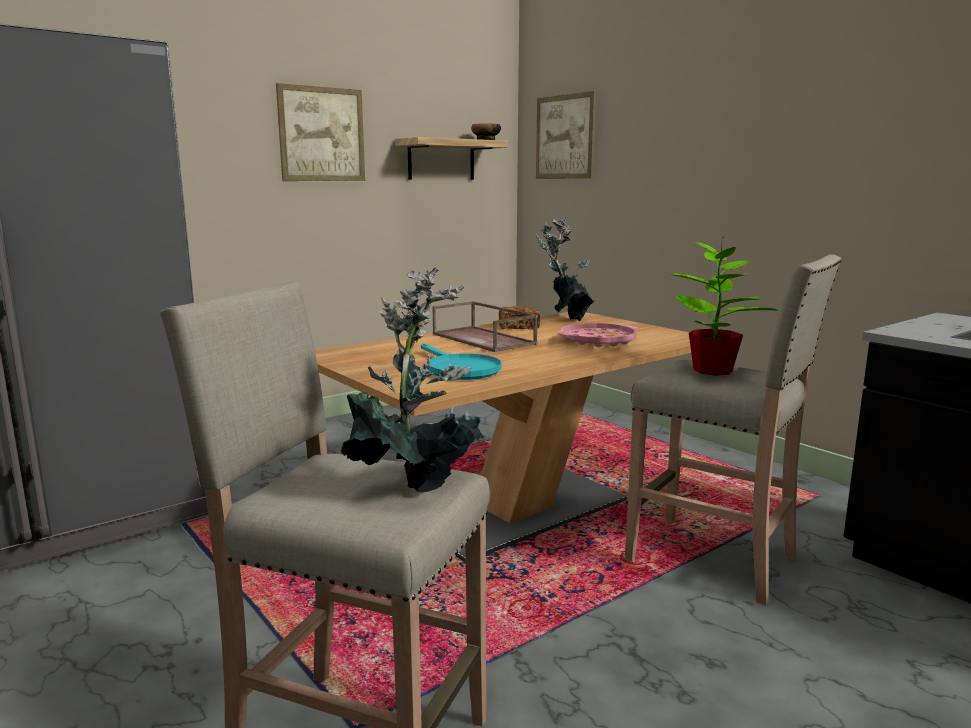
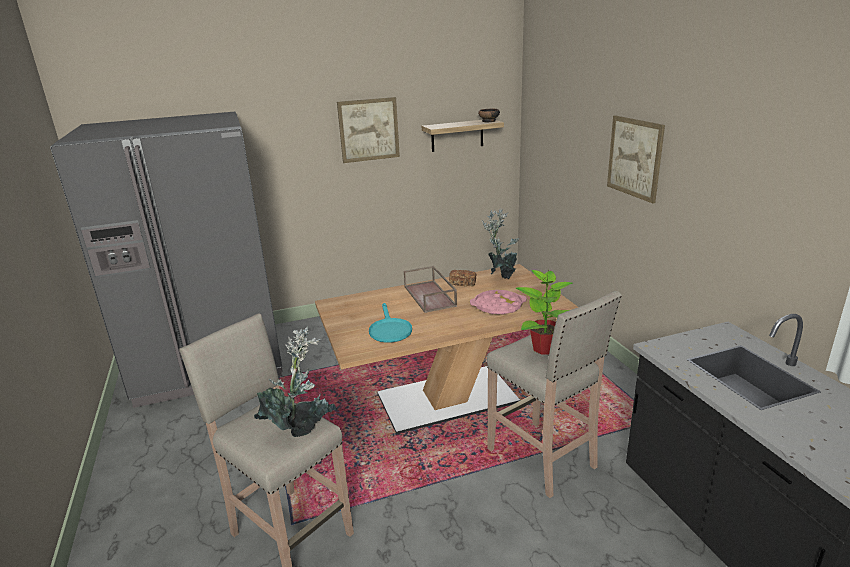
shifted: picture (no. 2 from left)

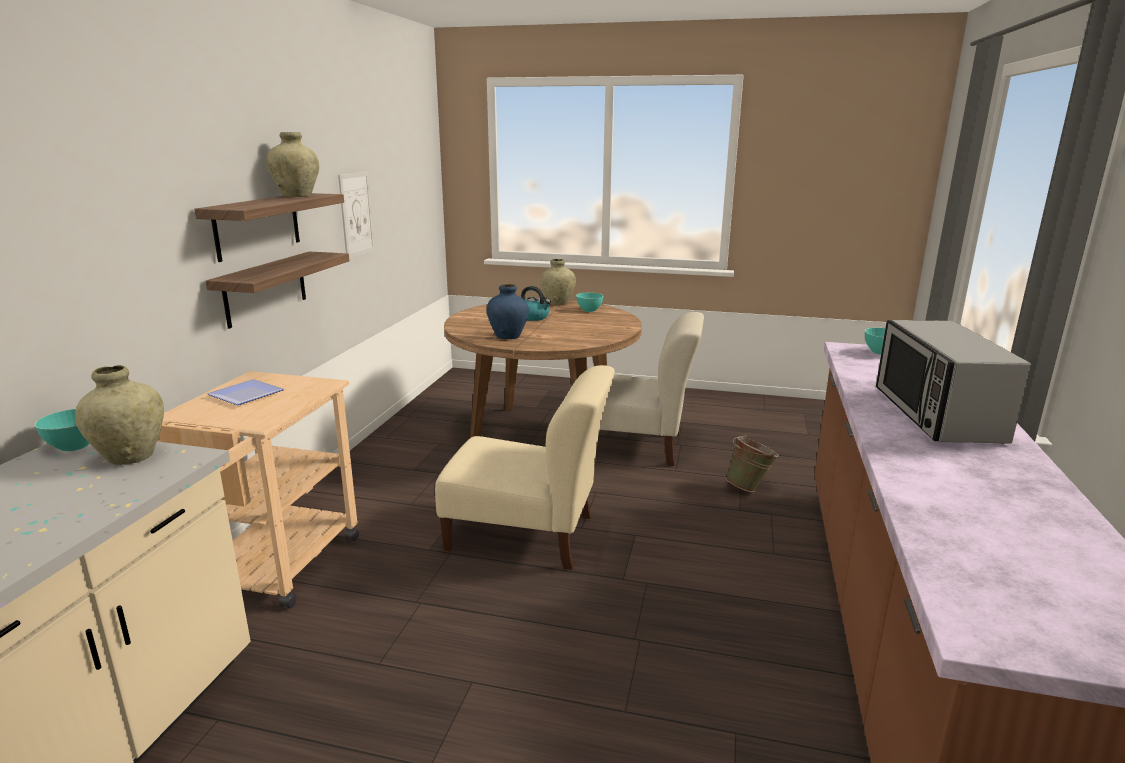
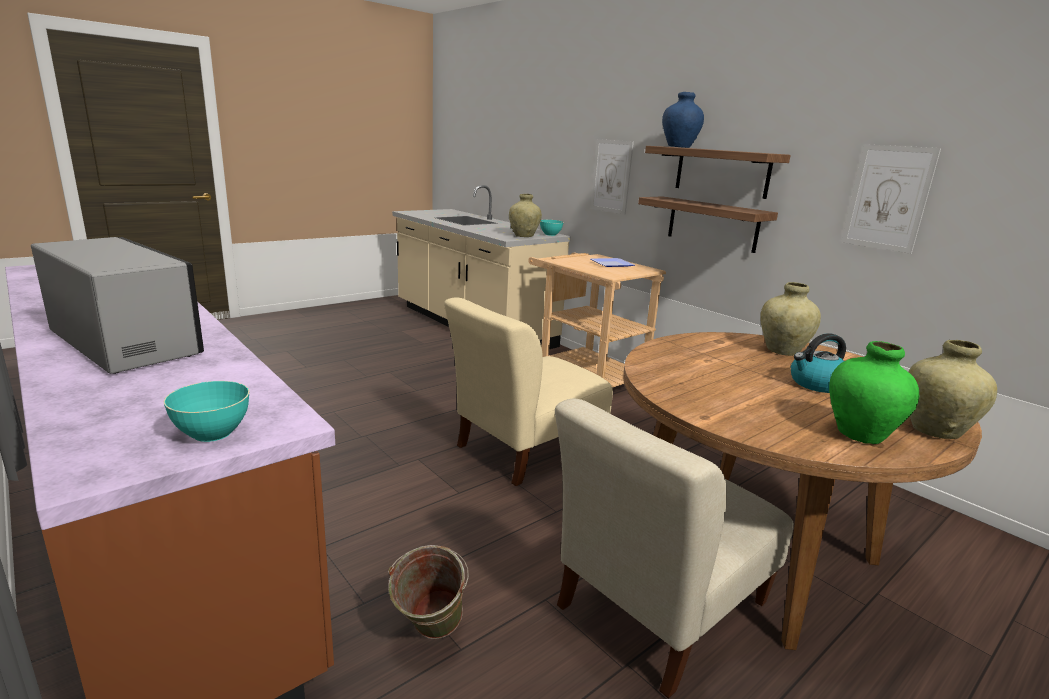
new: picture (no. 1 from left)
shifted: beige vase (no. 2 from left); blue vase
swapped: turquoise bowl (no. 2 from left) to green vase

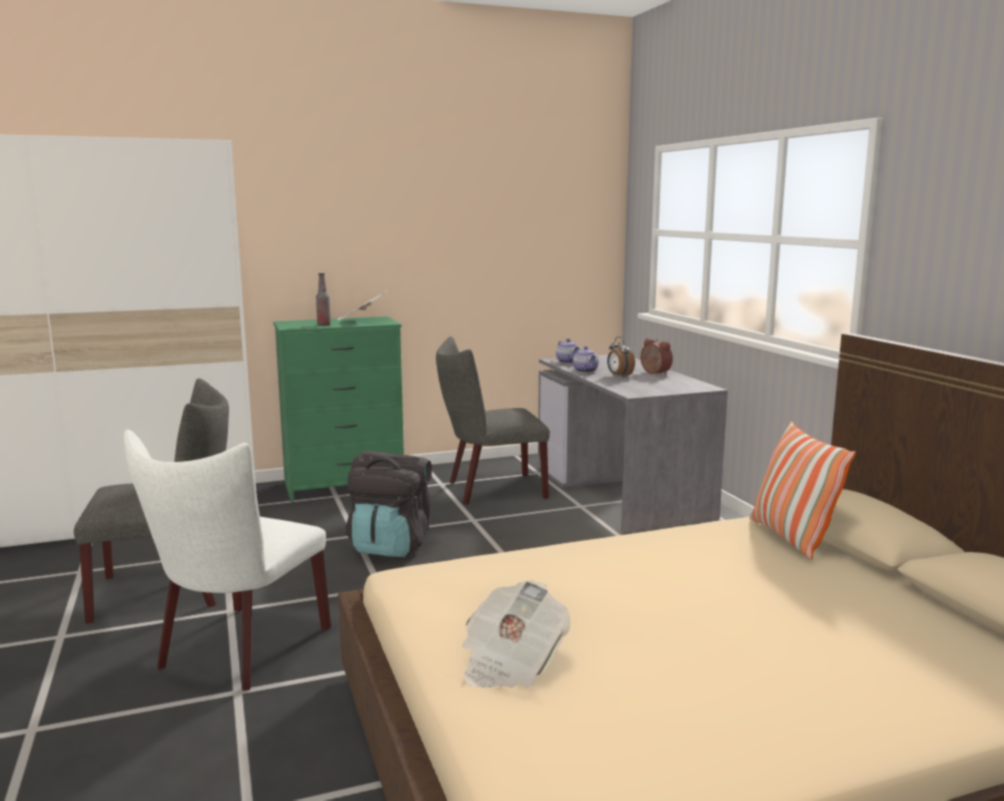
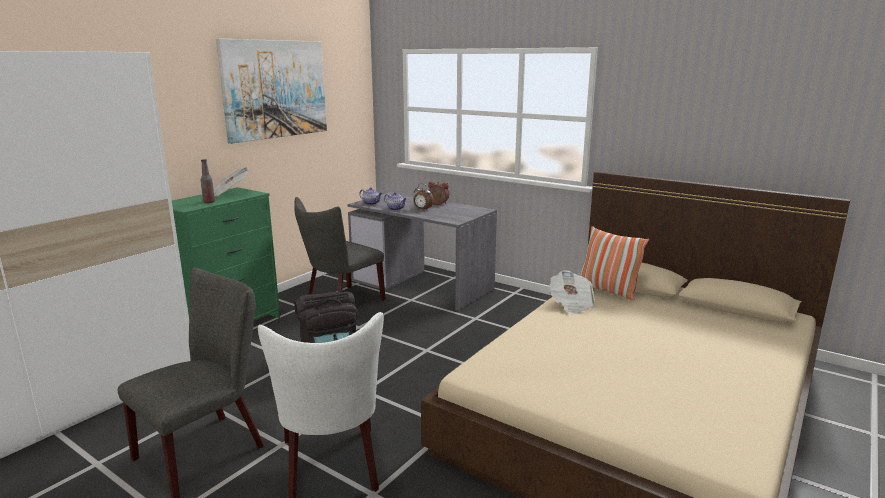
new: picture
shifted: newspaper (no. 2 from left)

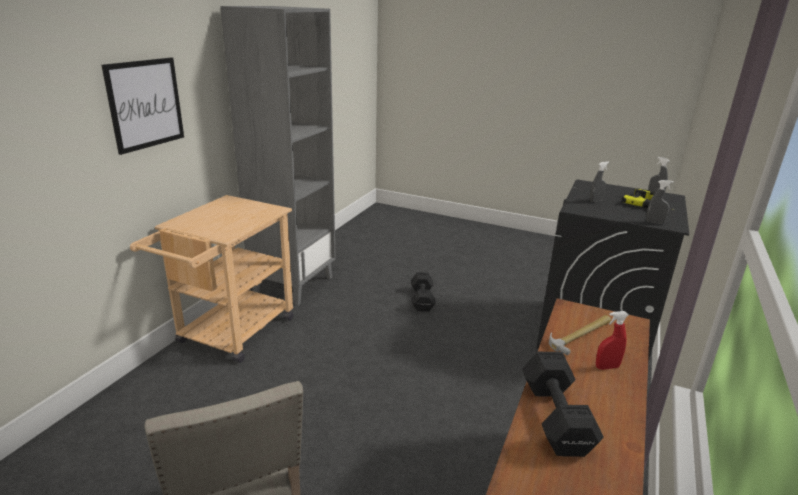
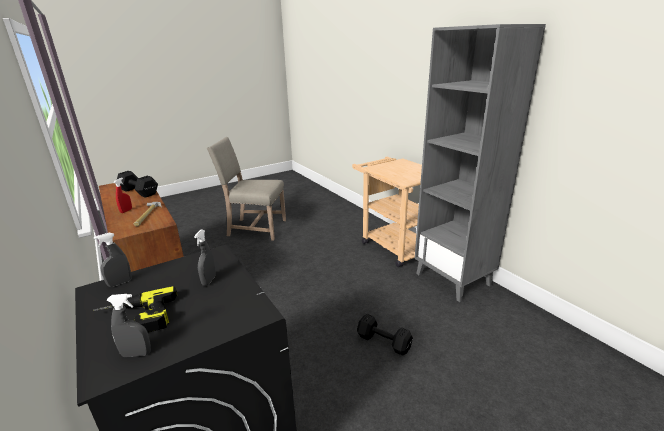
gone: picture

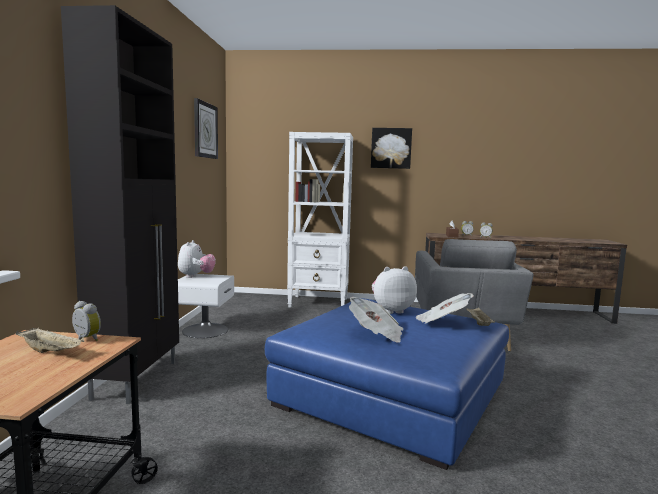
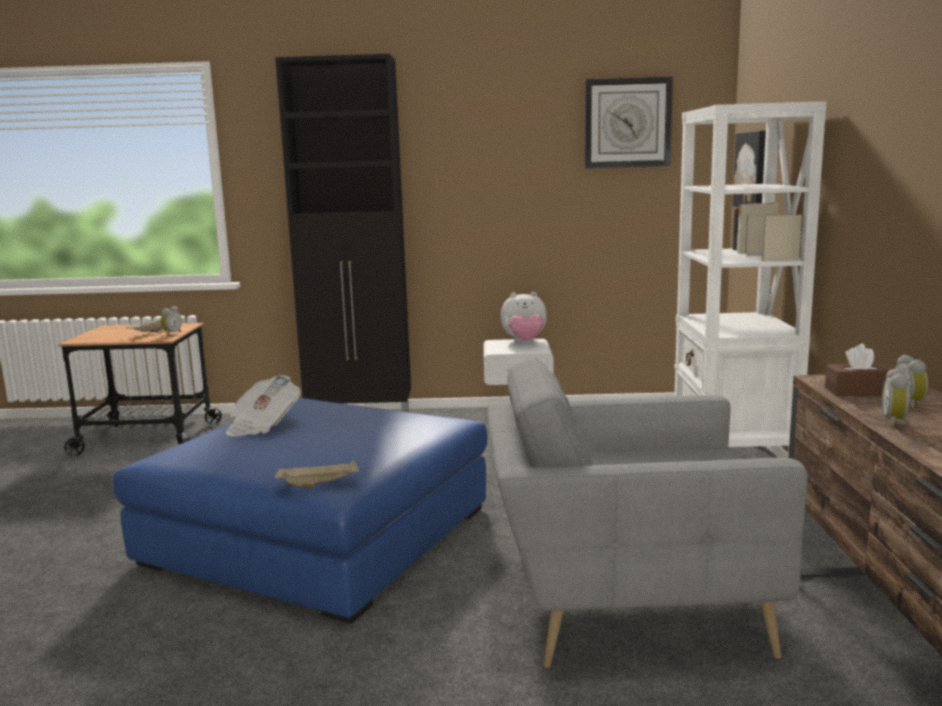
gone: plush toy (no. 2 from left); newspaper (no. 2 from left)
shifted: picture

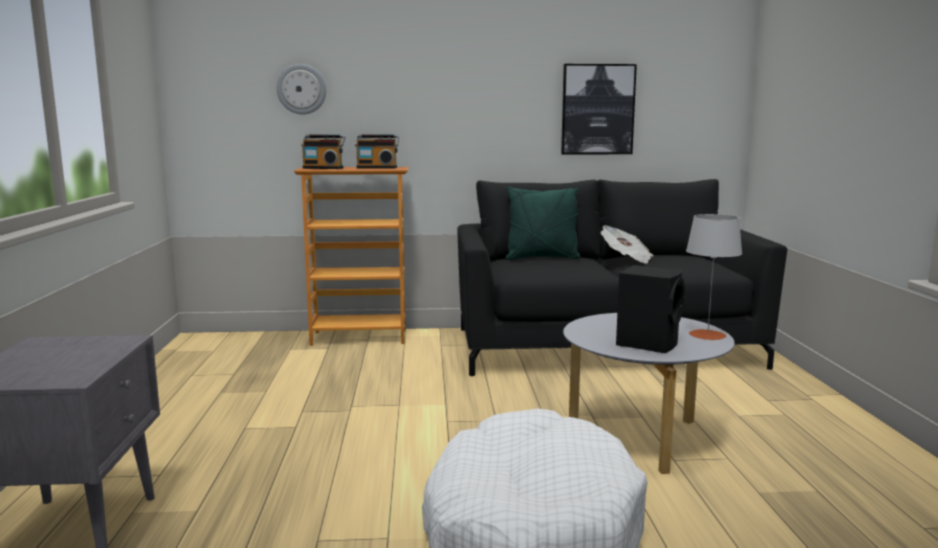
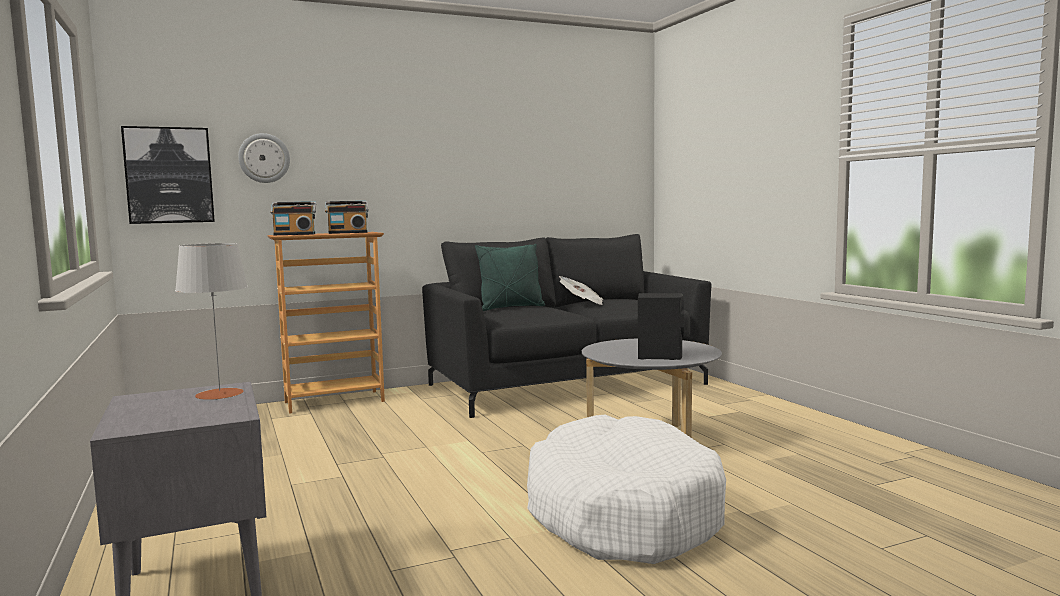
shifted: picture; grey table lamp

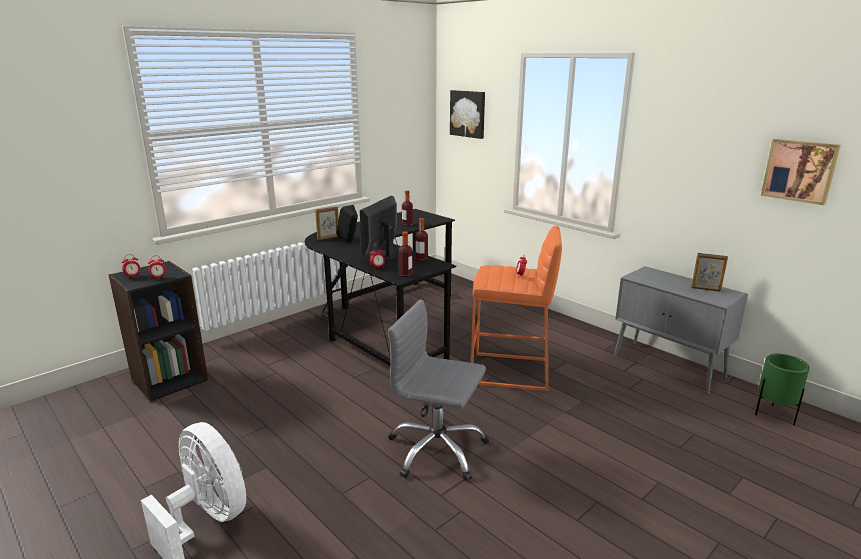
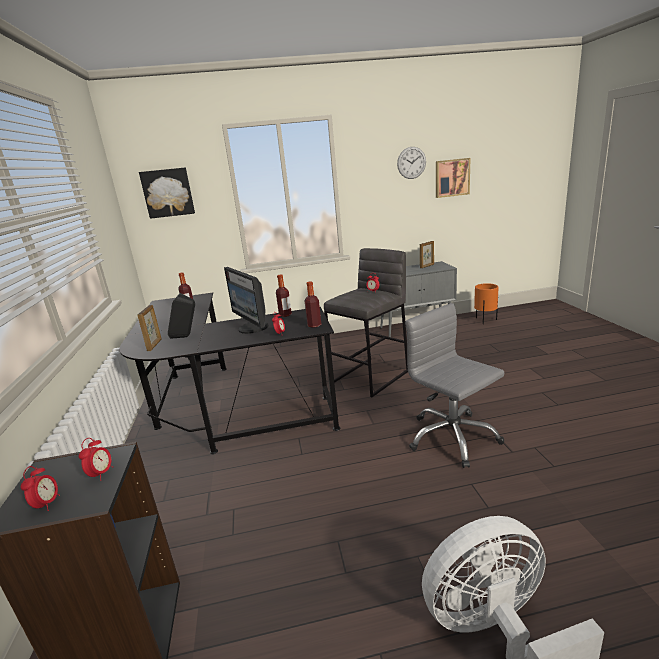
new: wall clock
repainted: orange stool to grey stool; green planter to orange planter
rotated: grey office chair 90 degrees clockwise

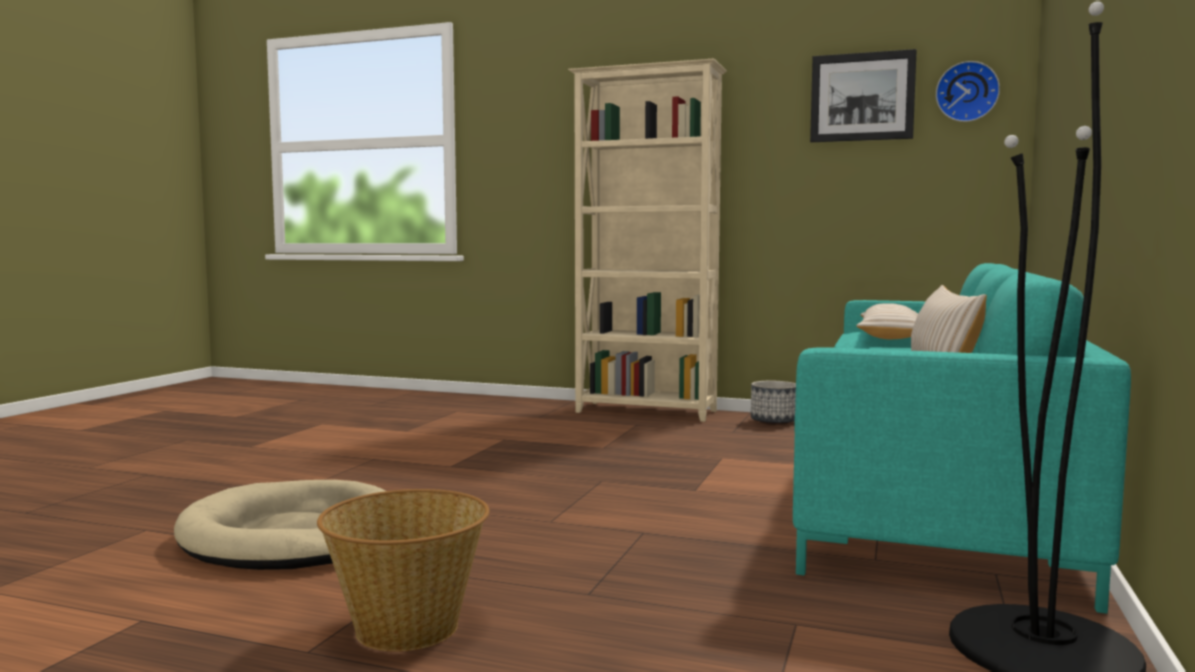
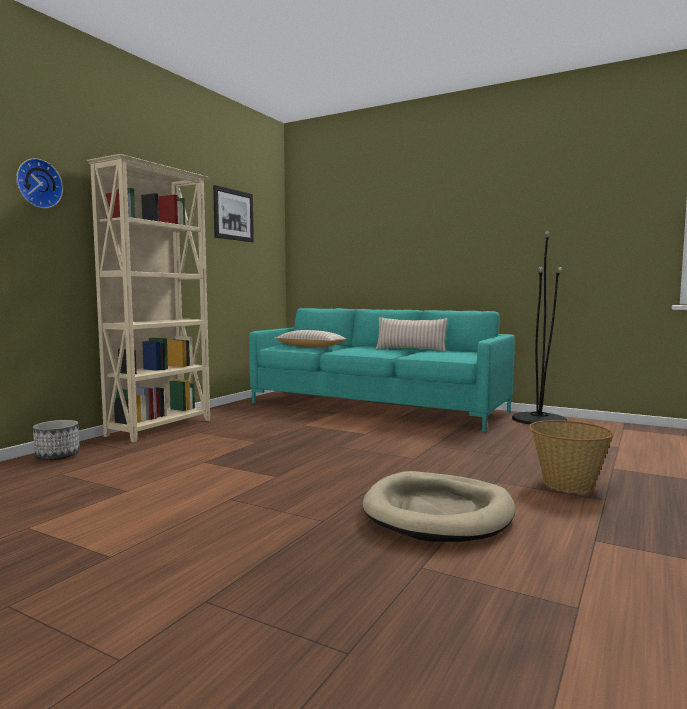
shifted: planter; wall clock

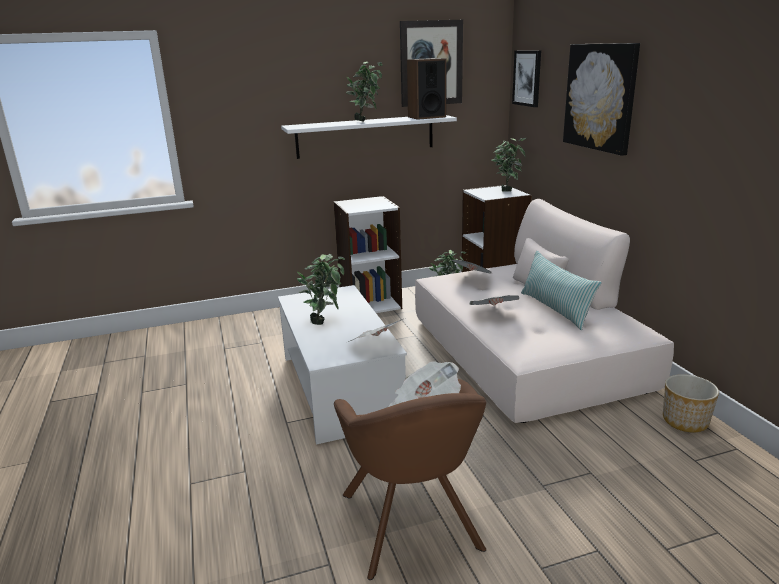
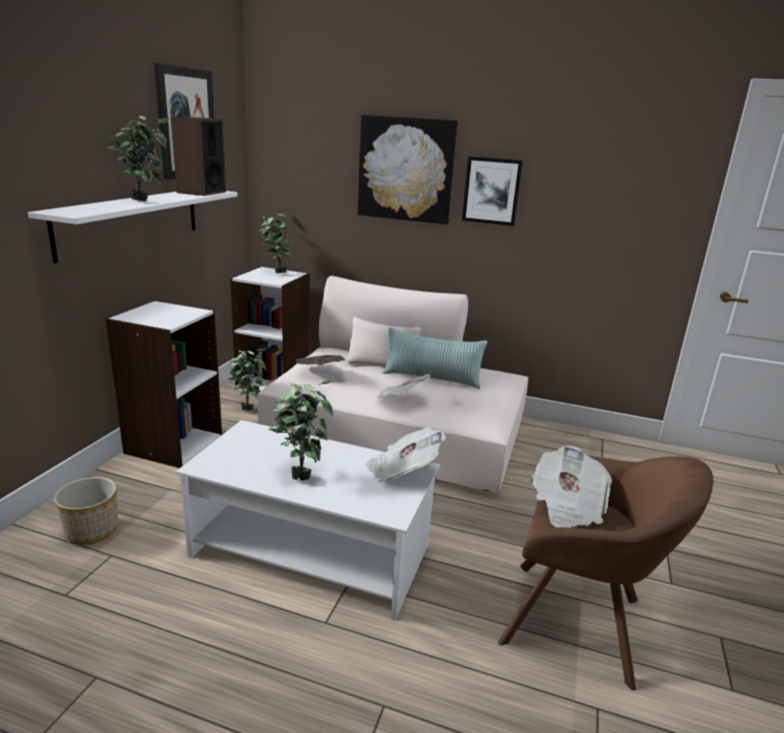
shifted: picture (no. 2 from left in the first image) to picture (no. 3 from left); planter

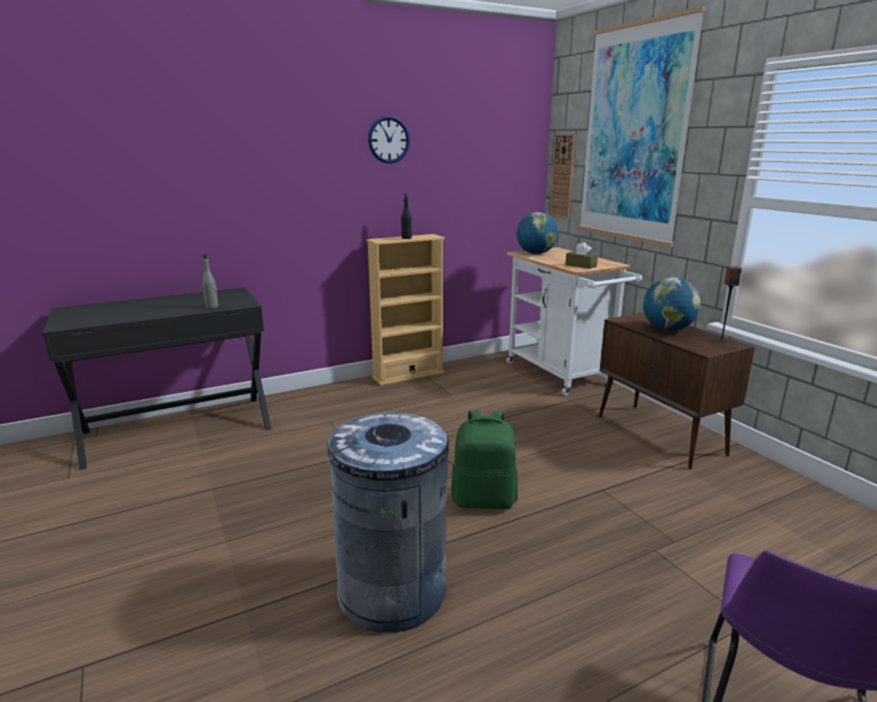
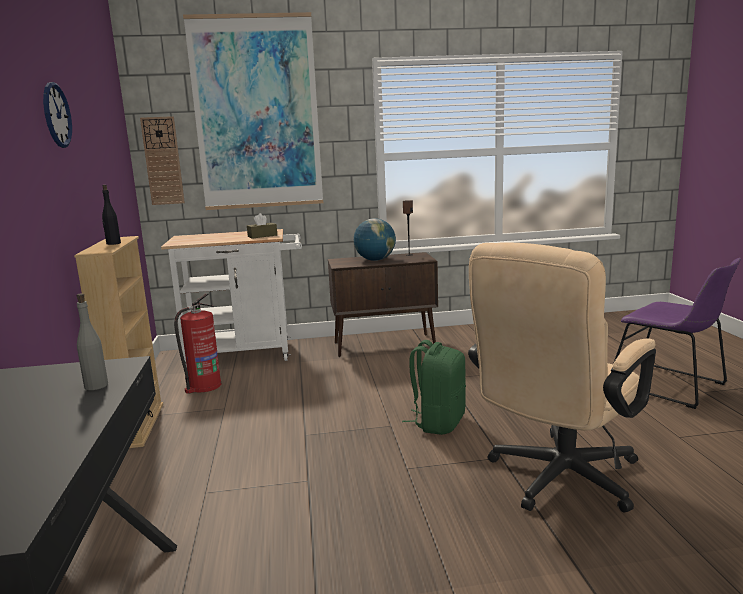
gone: globe (no. 1 from left)
new: fire extinguisher
swapped: grey trash can to beige office chair

